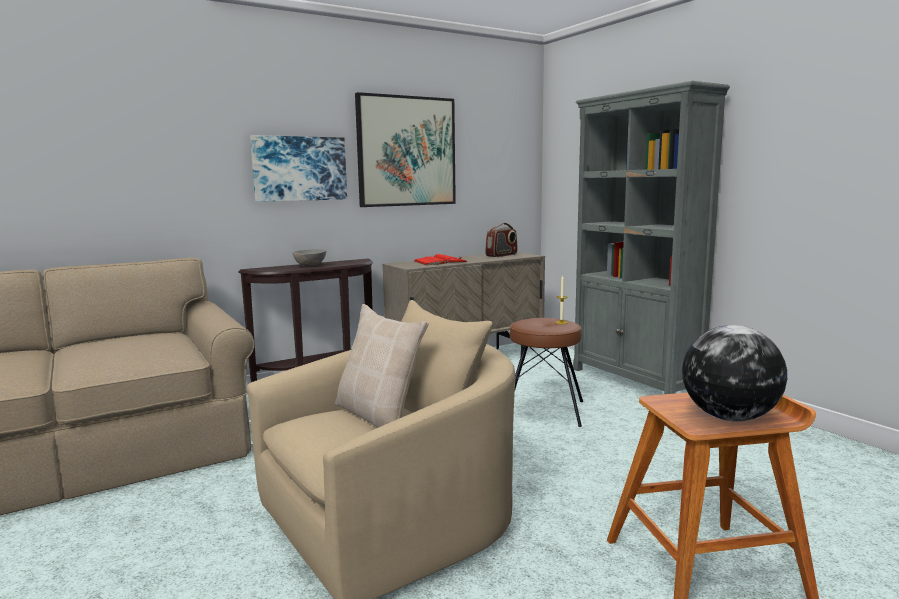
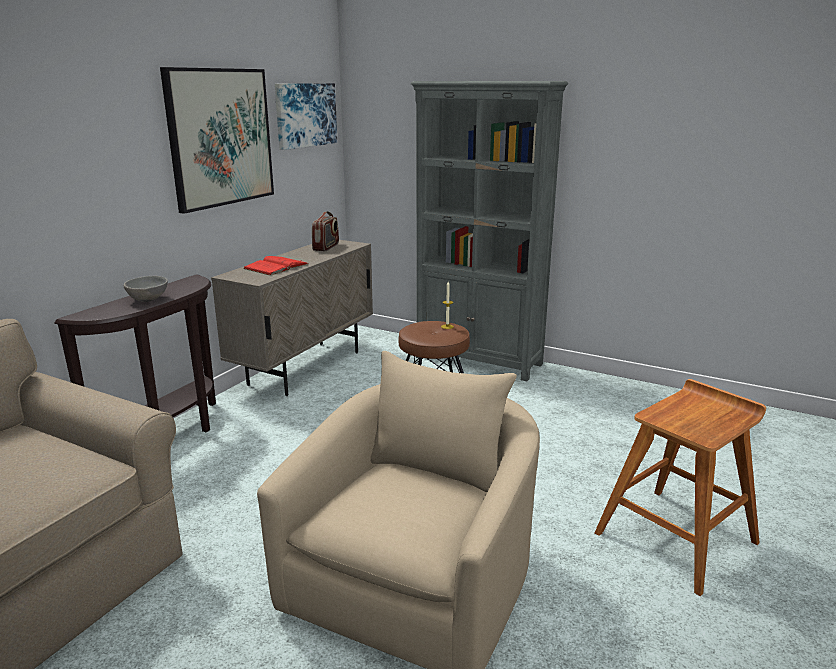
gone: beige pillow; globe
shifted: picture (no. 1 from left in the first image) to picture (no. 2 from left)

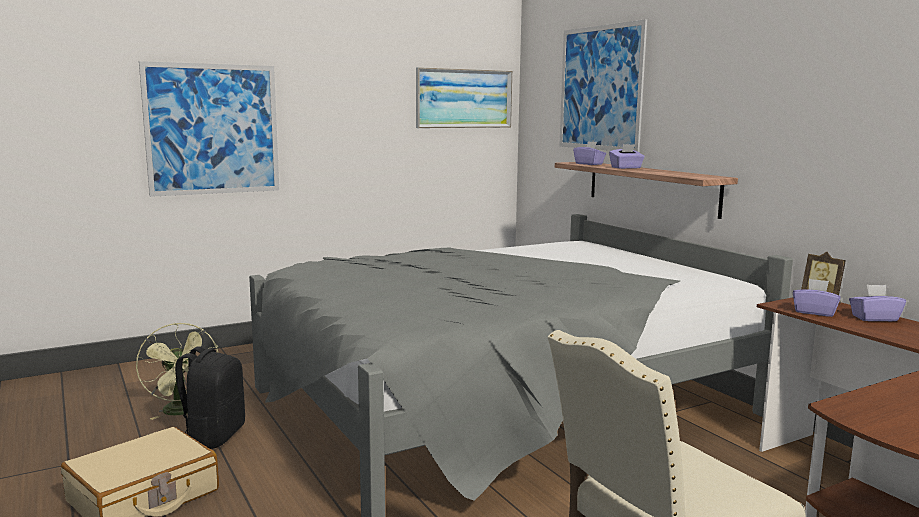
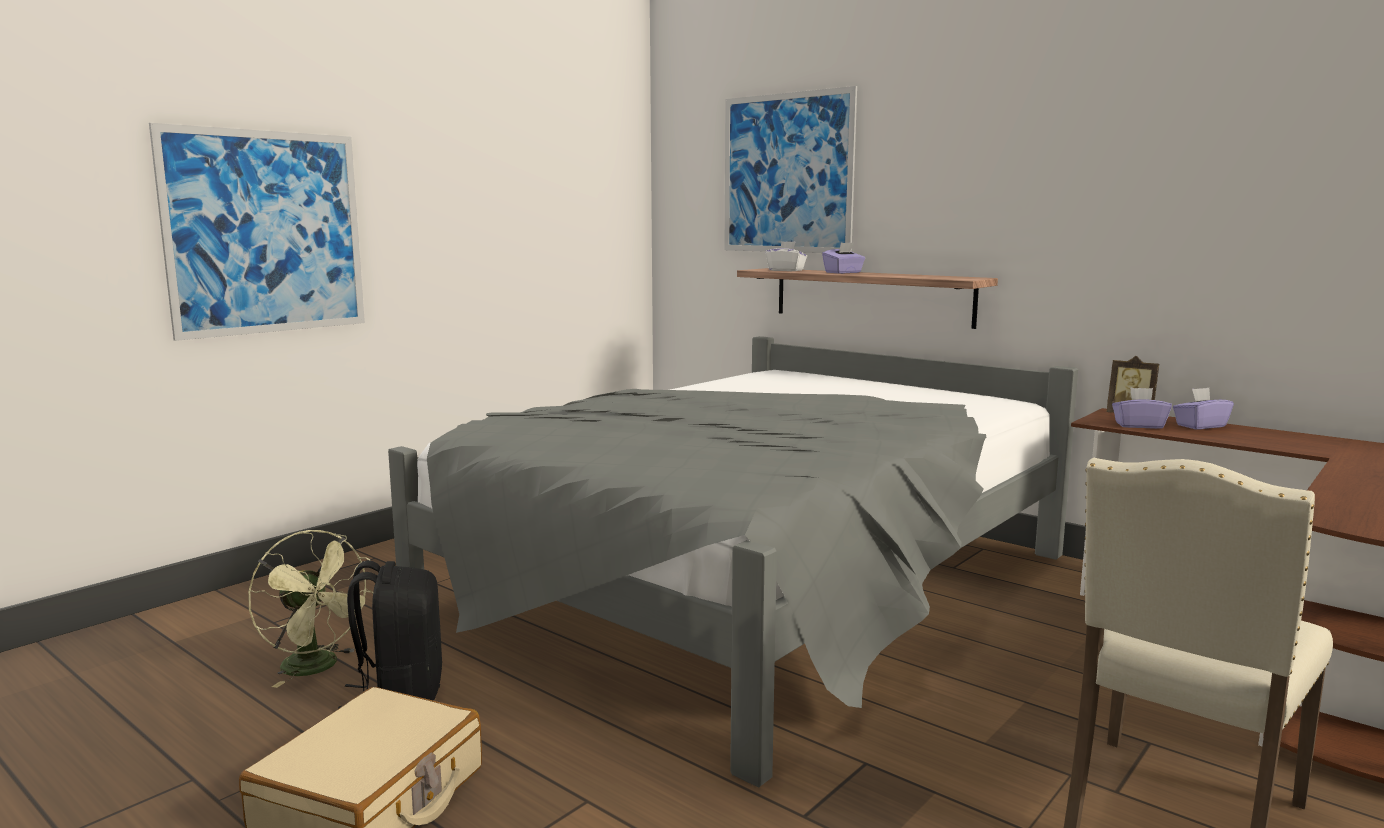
gone: picture (no. 2 from left)
repainted: purple tissue box (no. 1 from left) to white tissue box

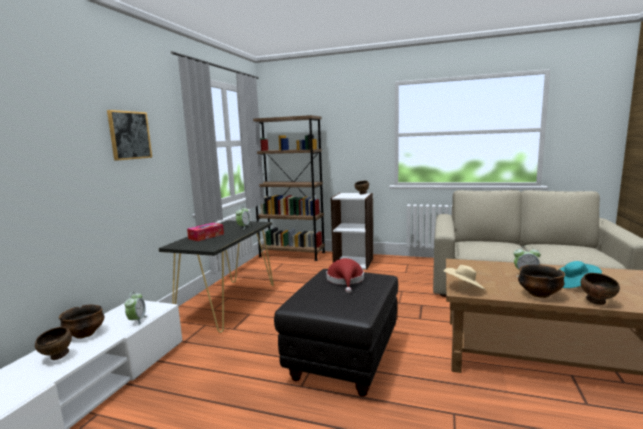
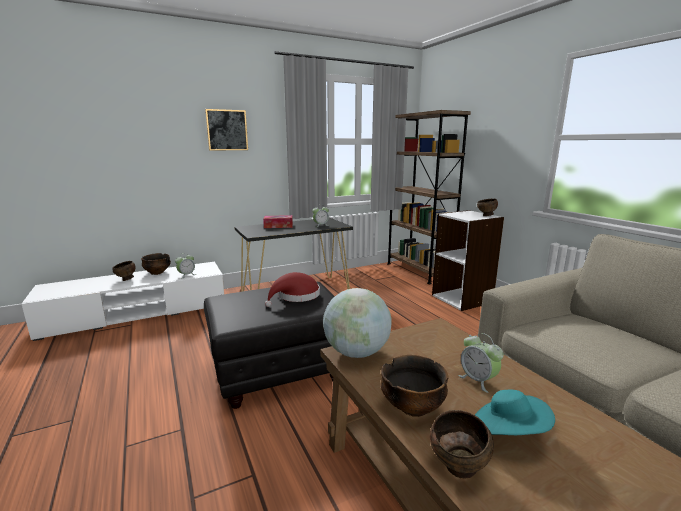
swapped: beige hat to globe

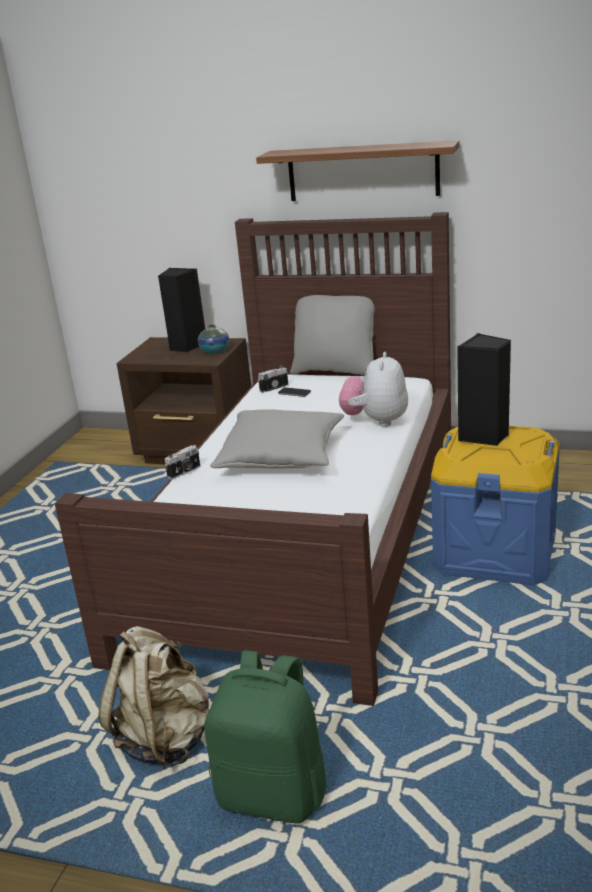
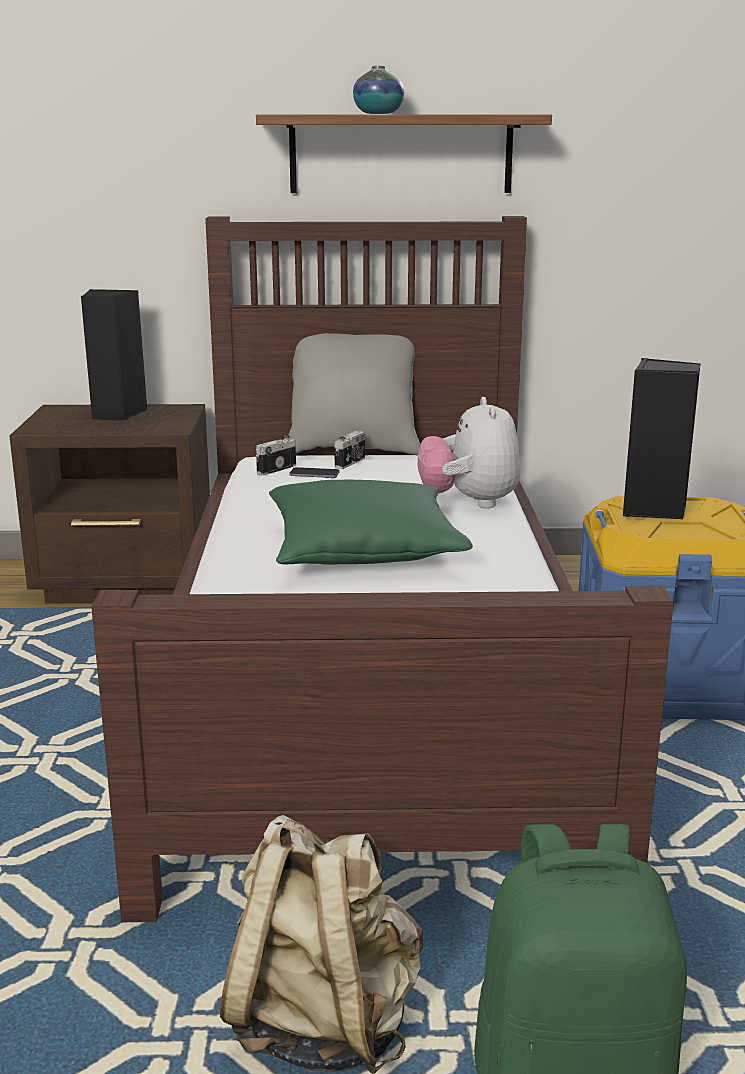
shifted: photo camera (no. 1 from left in the first image) to photo camera (no. 2 from left); vase
repainted: grey pillow (no. 1 from left) to green pillow

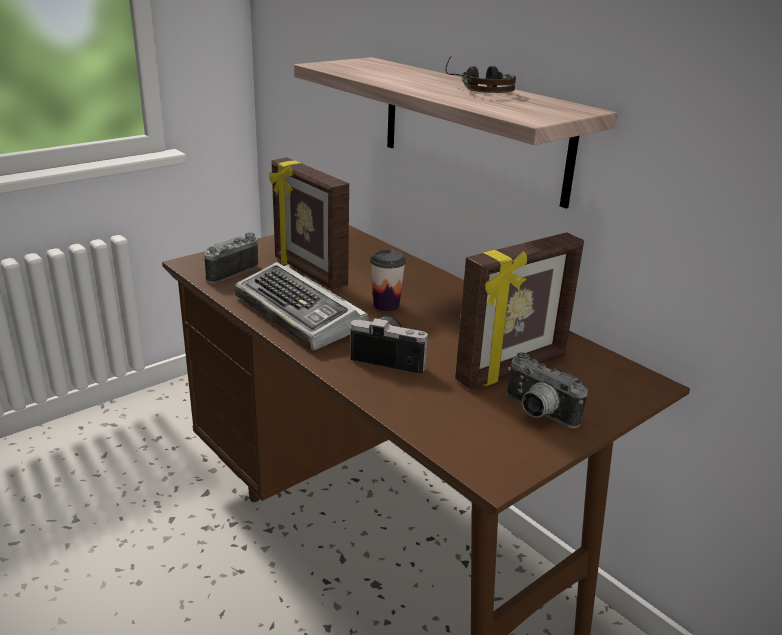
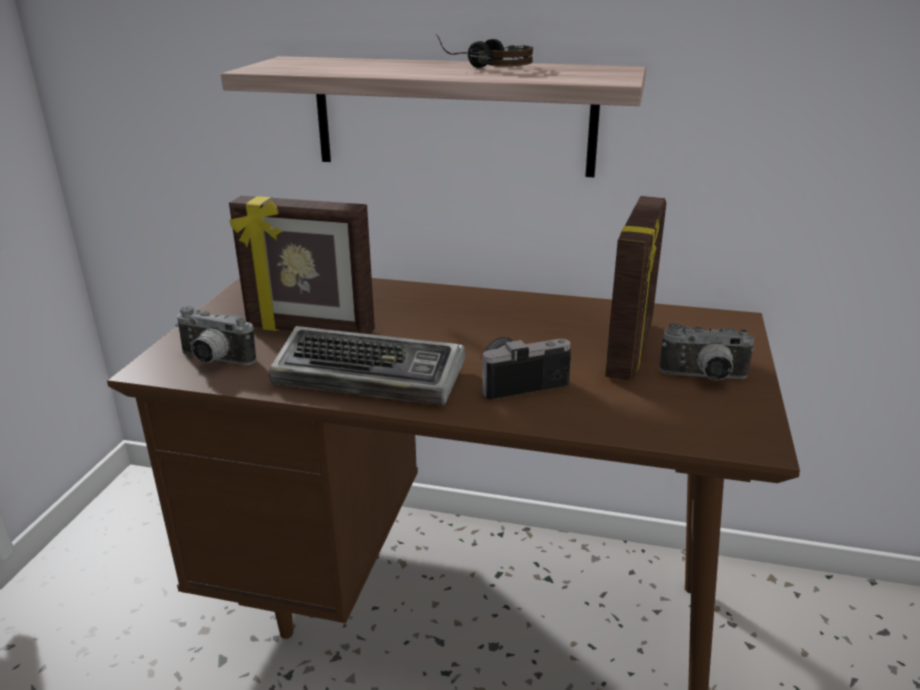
gone: cup
rotated: photo camera (no. 1 from left) 75 degrees counterclockwise

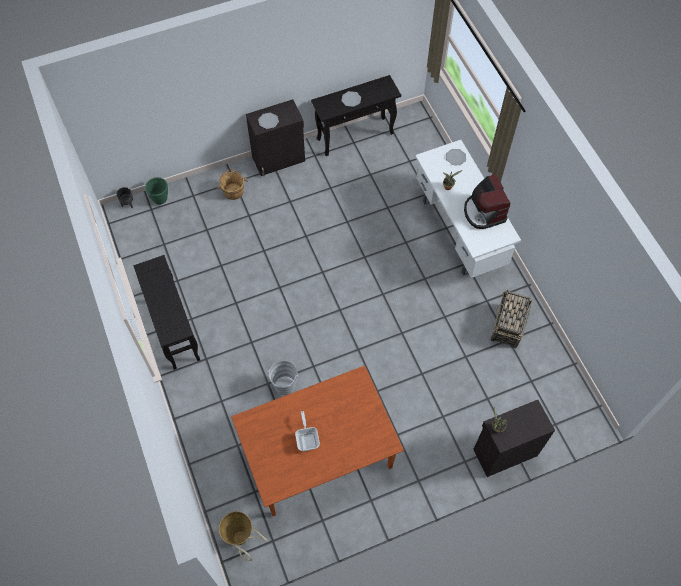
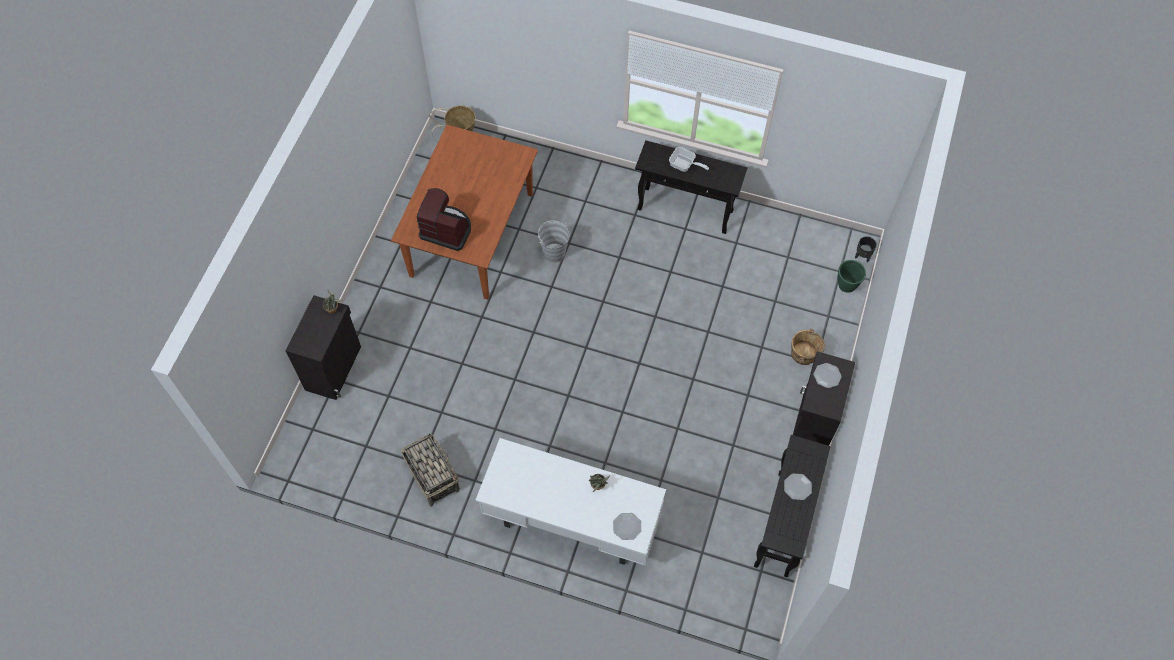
shifted: frying pan; coffee machine

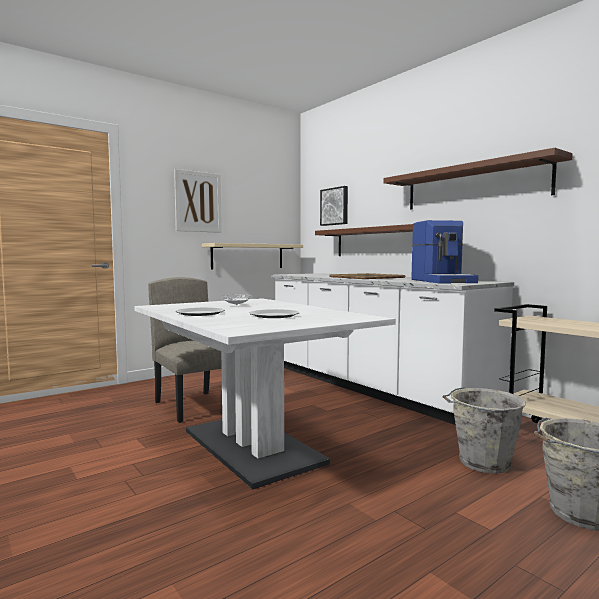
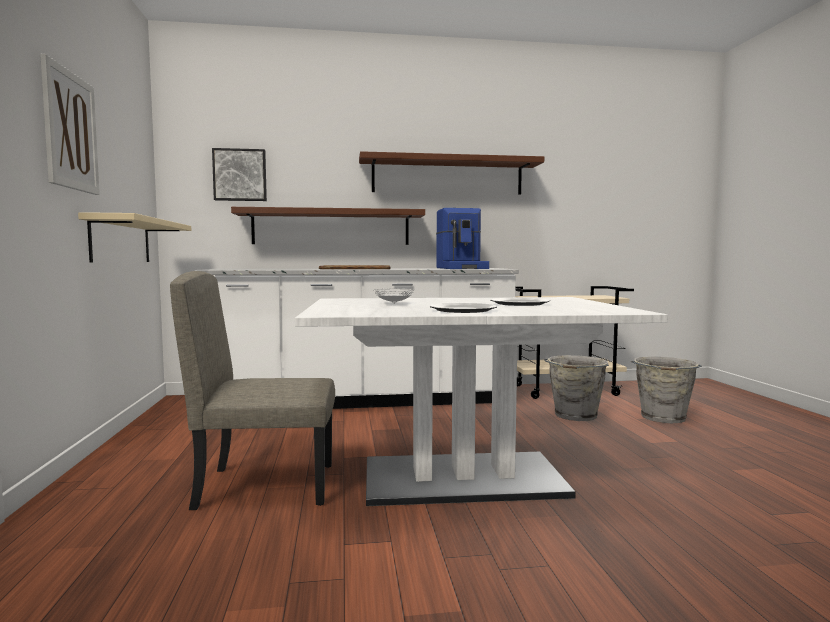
rotated: coffee machine 60 degrees clockwise

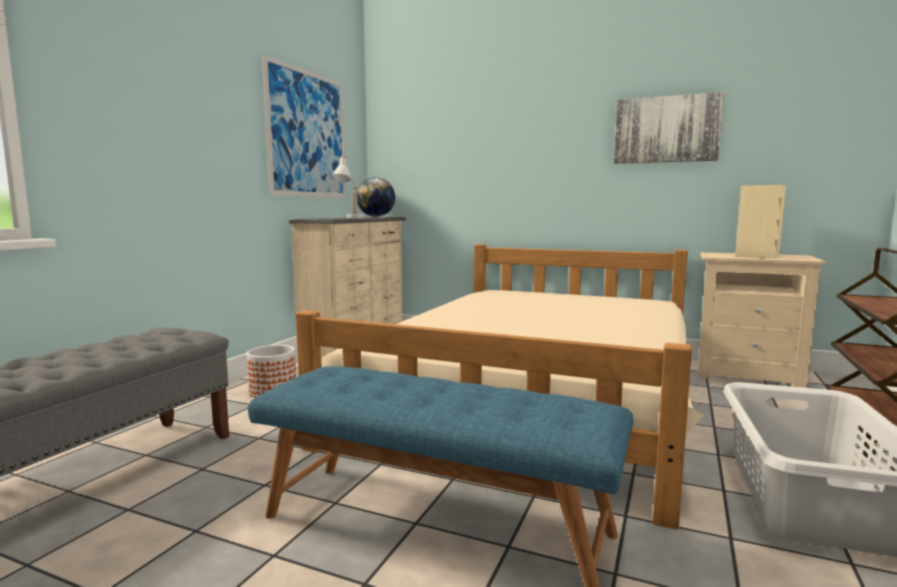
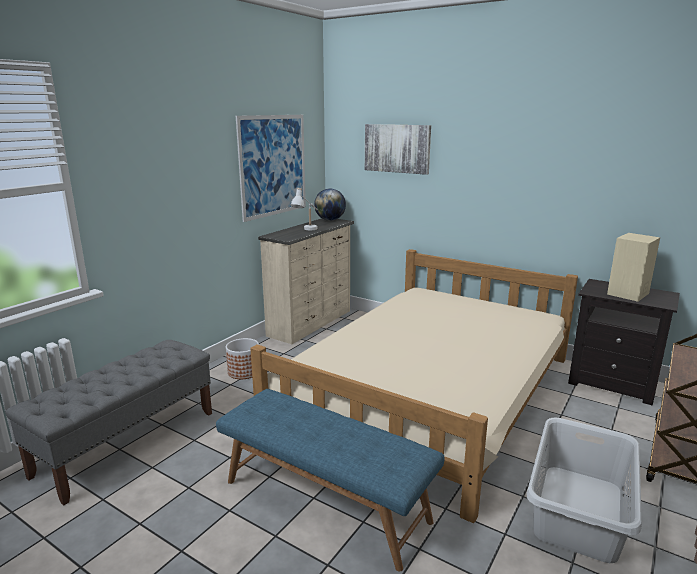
shifted: picture (no. 2 from left)
repainted: beige nightstand to black nightstand

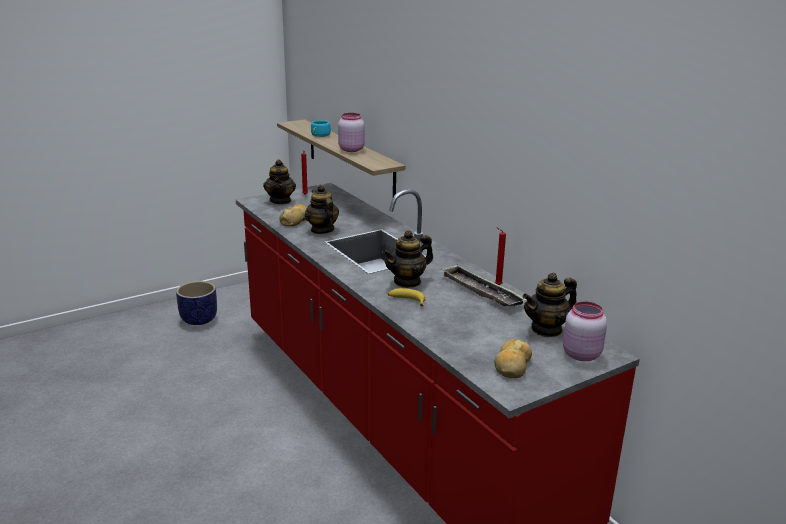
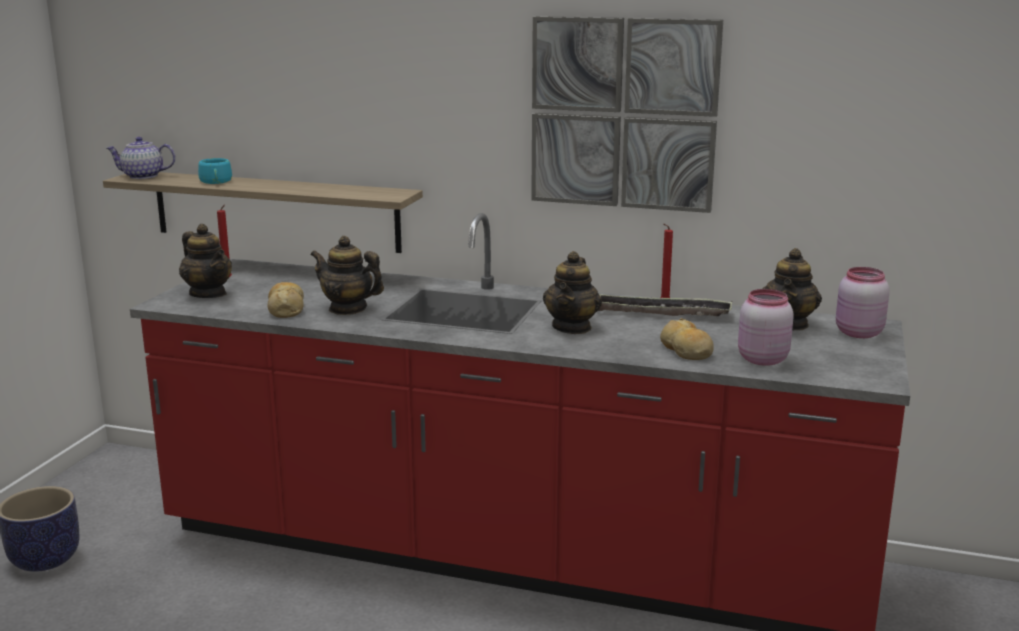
gone: banana
new: teapot (no. 1 from left); picture
shifted: pink jar (no. 1 from left); bread (no. 2 from left)

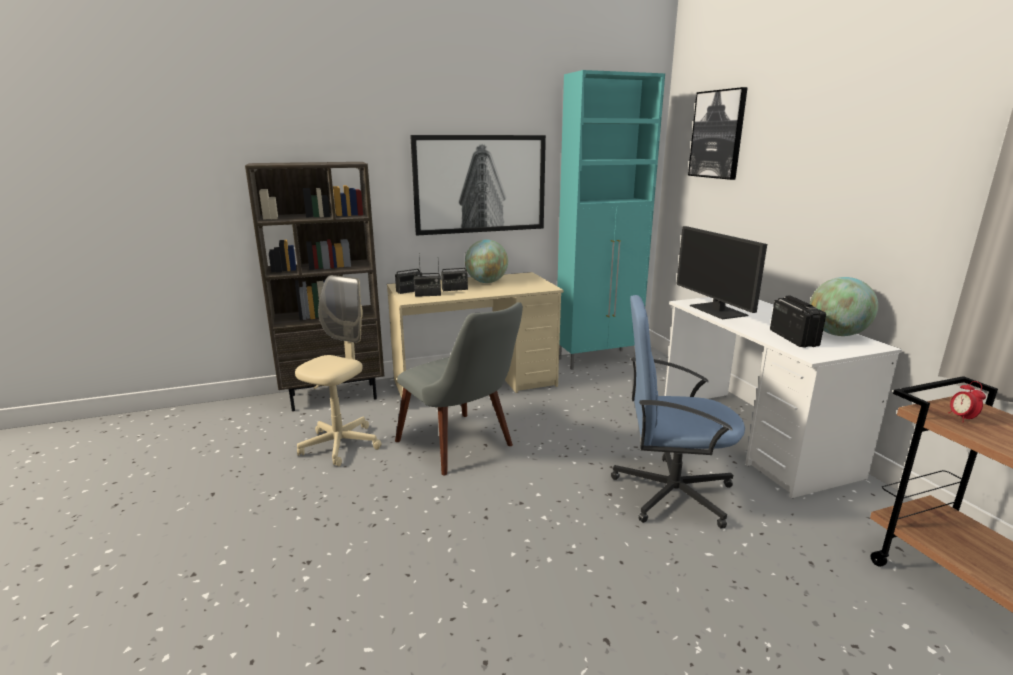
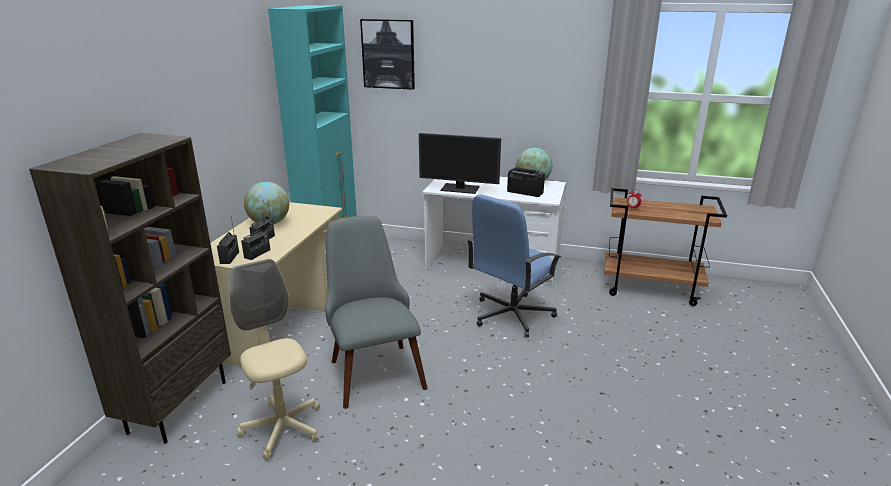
gone: picture (no. 1 from left)
rotated: grey chair 105 degrees counterclockwise

